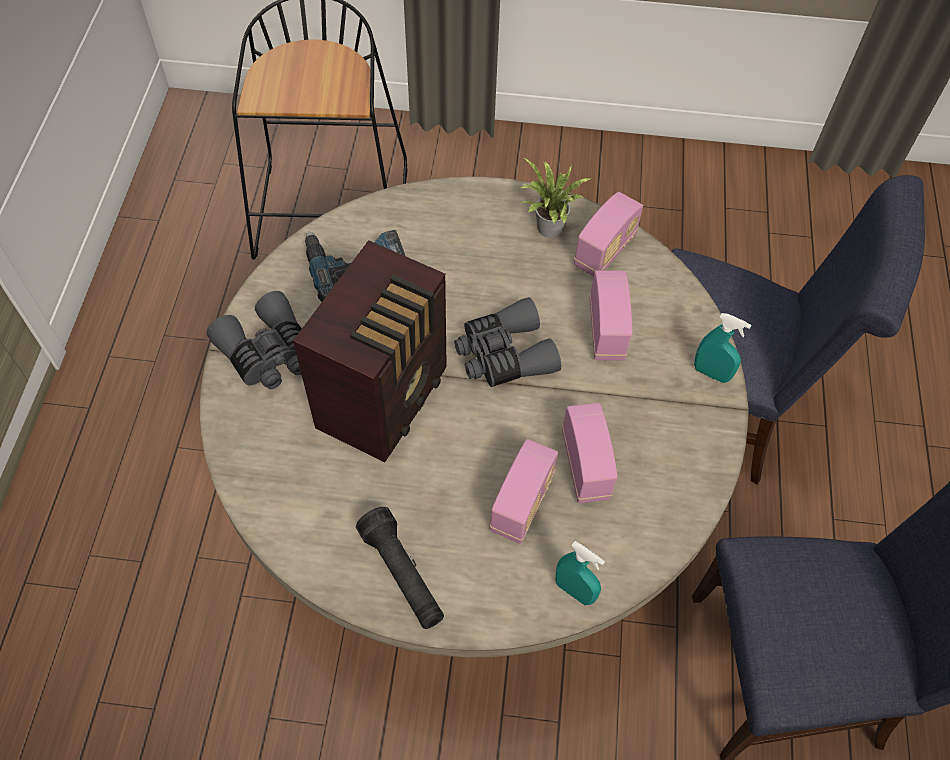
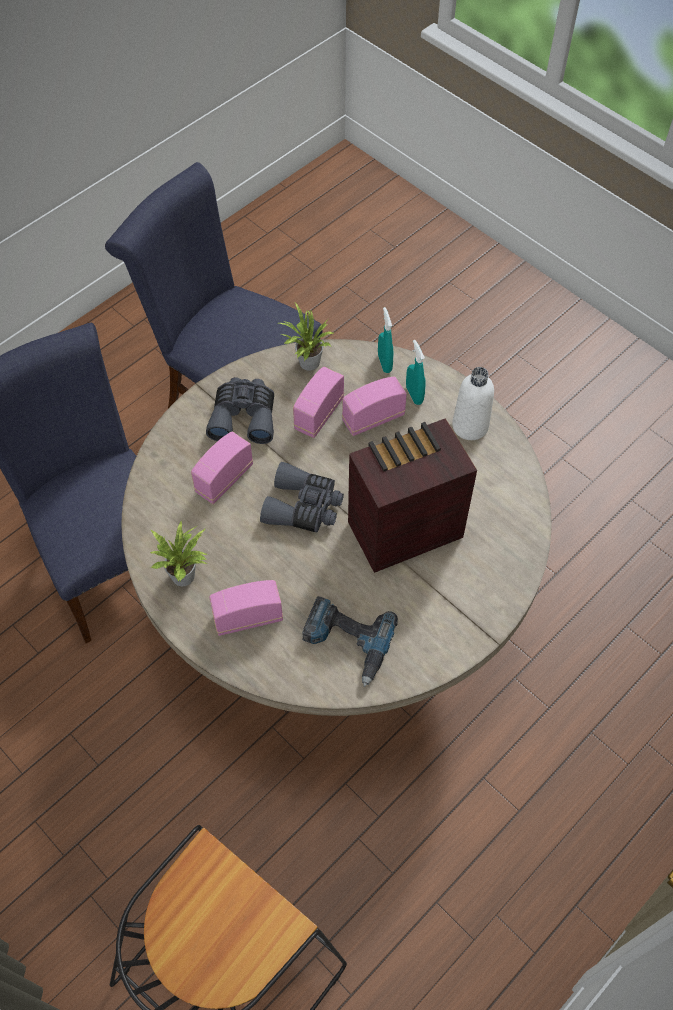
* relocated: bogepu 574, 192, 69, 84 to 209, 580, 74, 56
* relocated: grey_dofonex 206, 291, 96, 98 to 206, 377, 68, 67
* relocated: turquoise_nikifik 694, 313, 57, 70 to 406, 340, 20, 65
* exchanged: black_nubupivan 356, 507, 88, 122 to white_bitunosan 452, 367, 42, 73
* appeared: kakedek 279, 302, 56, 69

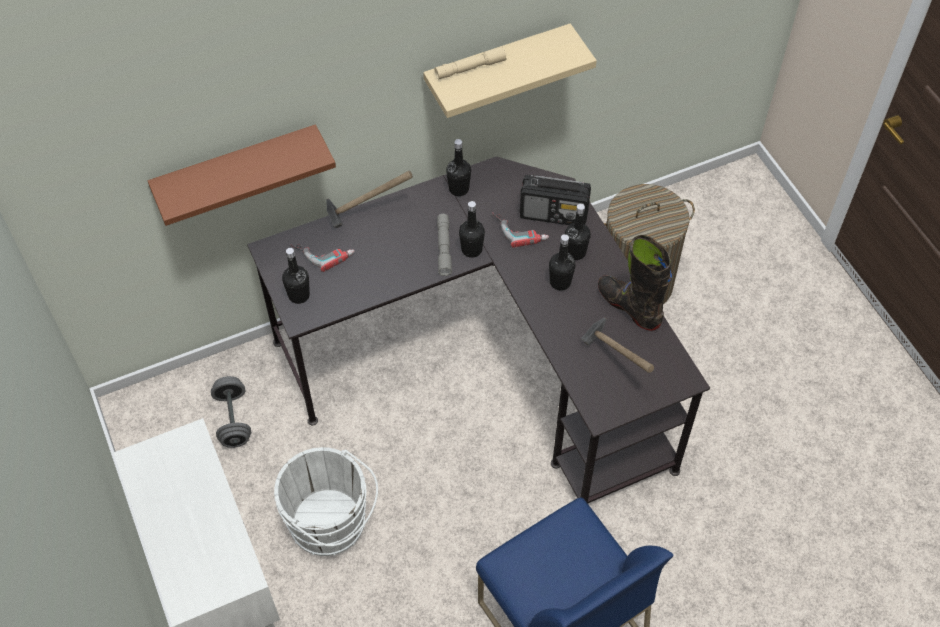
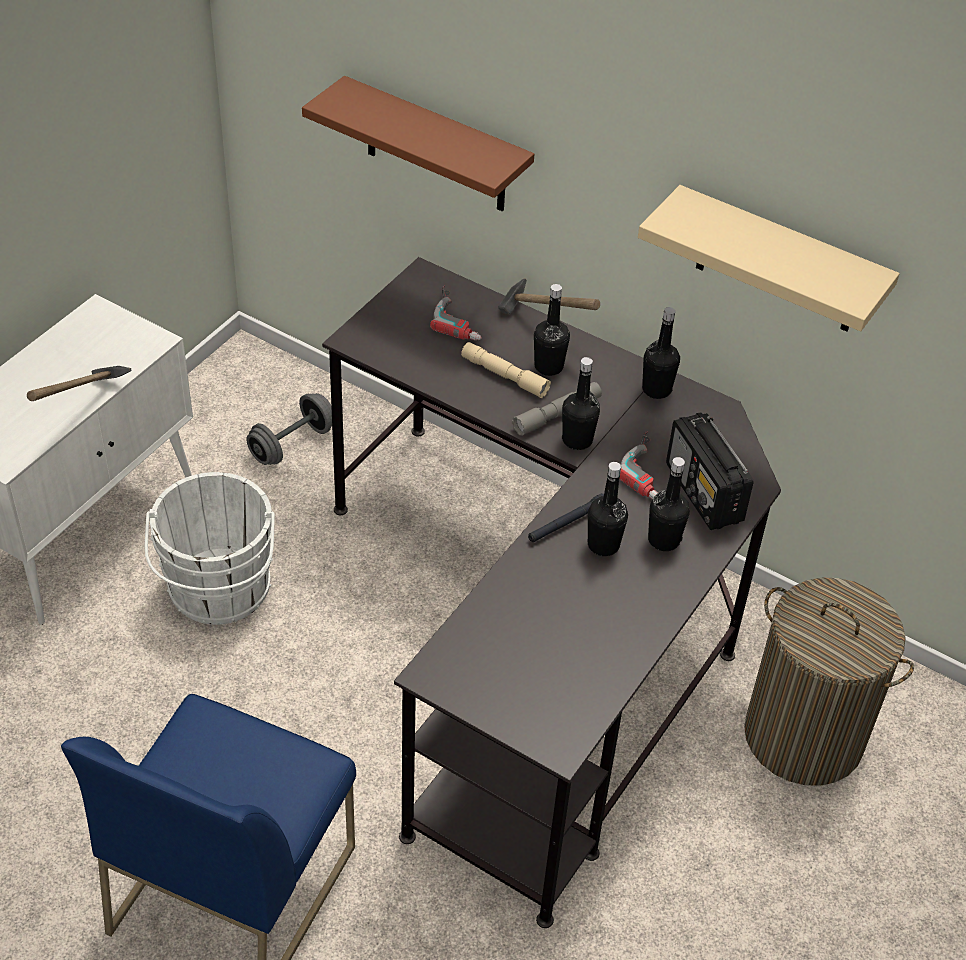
* relocated: beige_nubupivan 435, 46, 72, 34 to 461, 342, 90, 56
* missing: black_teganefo 598, 235, 74, 96
* relocated: black_bitunosan 282, 248, 28, 56 to 534, 284, 36, 92
* relocated: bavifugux 581, 317, 73, 56 to 27, 366, 105, 35
* appeared: black_nubupivan 528, 493, 76, 49

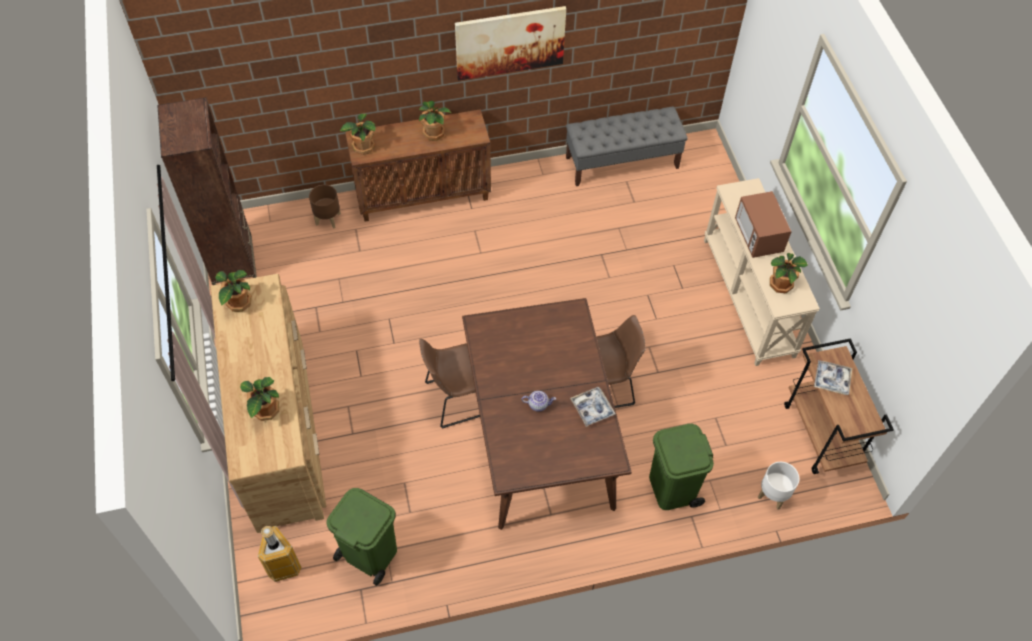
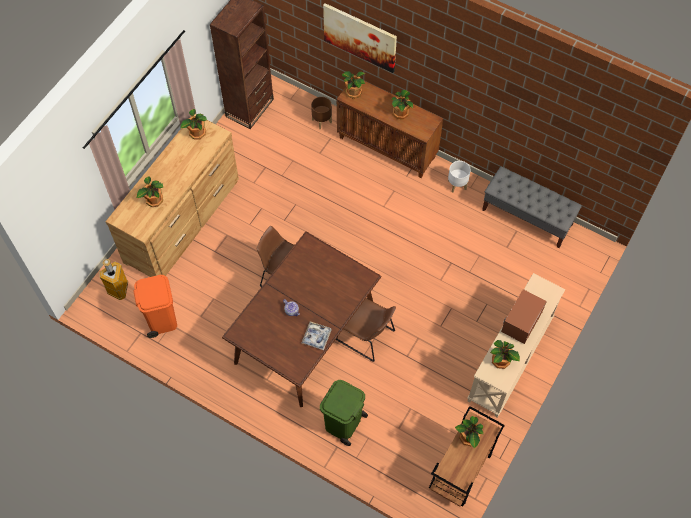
* relocated: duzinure 455, 6, 111, 74 to 323, 3, 74, 70
* exchanged: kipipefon 814, 360, 38, 35 to kakedek 455, 416, 28, 32
* relocated: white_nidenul 758, 462, 41, 48 to 448, 161, 23, 31
* colour: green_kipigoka 327, 488, 70, 98 to orange_kipigoka 133, 275, 44, 63

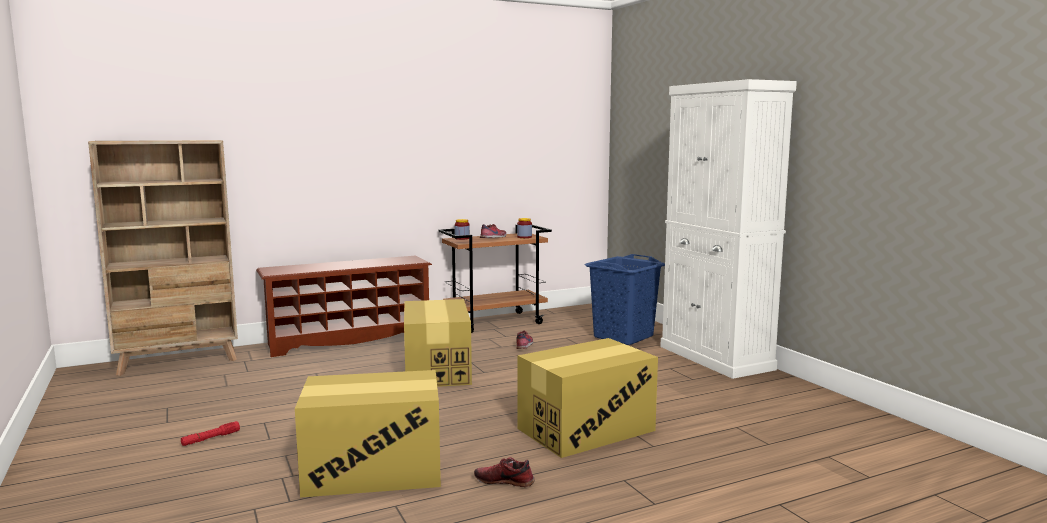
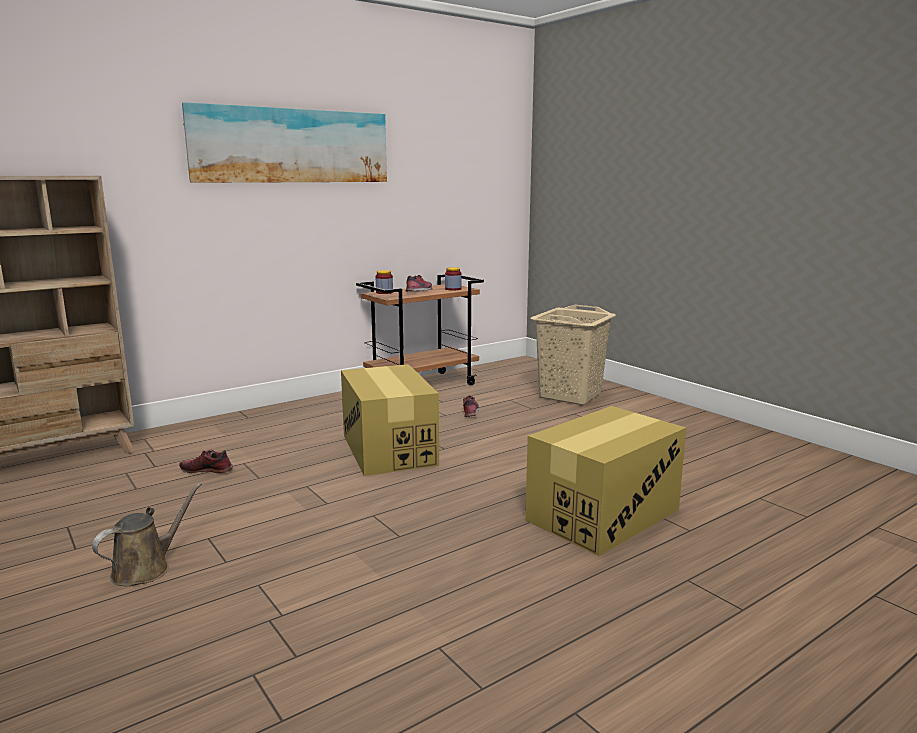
* missing: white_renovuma 660, 79, 137, 300
* colour: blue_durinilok 585, 254, 80, 91 to beige_durinilok 531, 305, 85, 100
* missing: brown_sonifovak 256, 255, 176, 102
* missing: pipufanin 295, 370, 146, 128
* exchanged: red_nubupivan 181, 421, 59, 25 to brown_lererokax 92, 483, 110, 103
* relocated: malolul 474, 457, 61, 30 to 179, 450, 54, 23
* appeared: duzinure 182, 102, 205, 81

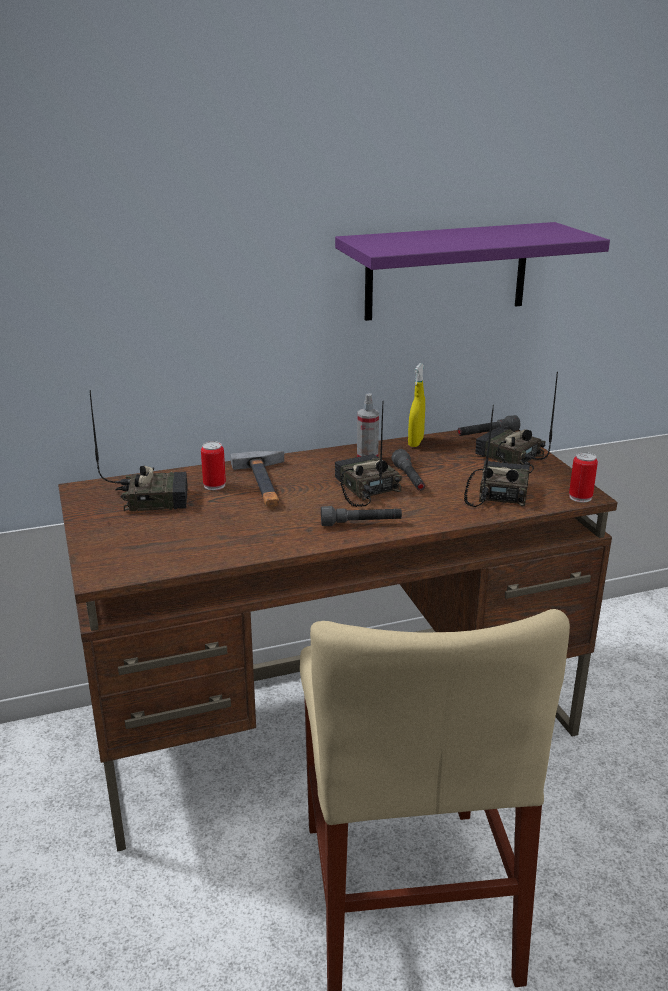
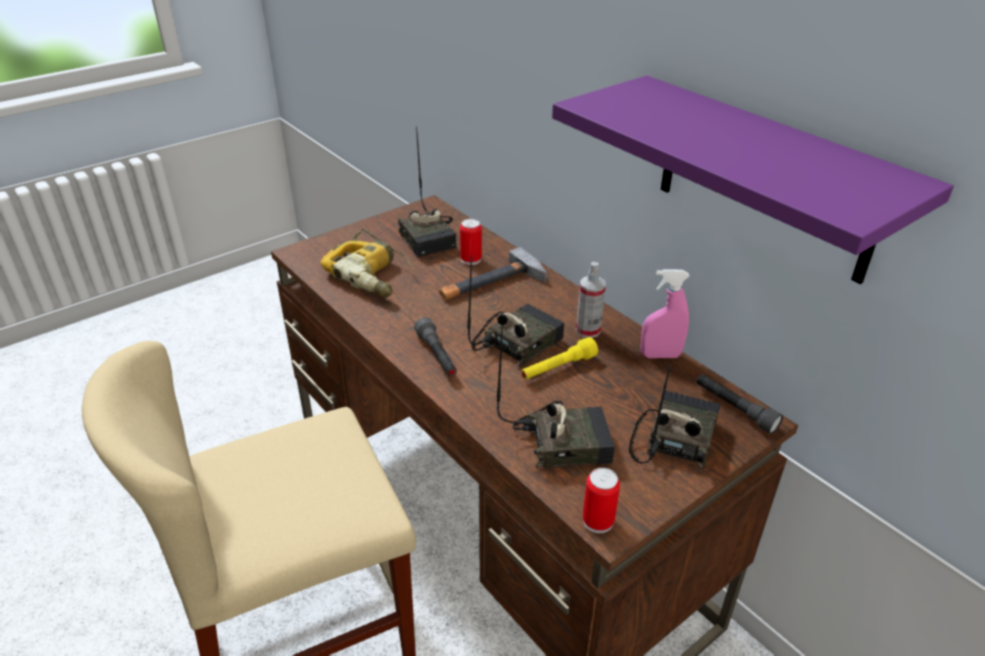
* colour: yellow_nikifik 408, 363, 17, 84 to pink_nikifik 640, 269, 50, 89
* colour: grey_nubupivan 392, 449, 33, 42 to yellow_nubupivan 521, 337, 77, 43
* appeared: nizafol 320, 229, 93, 69

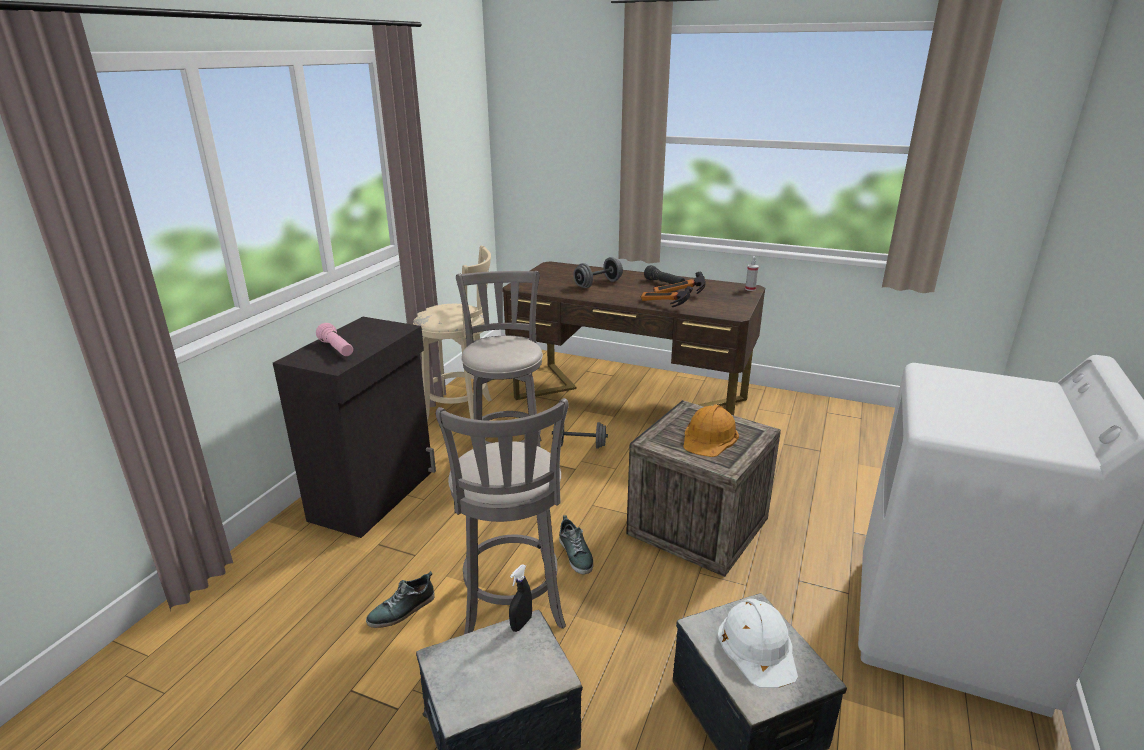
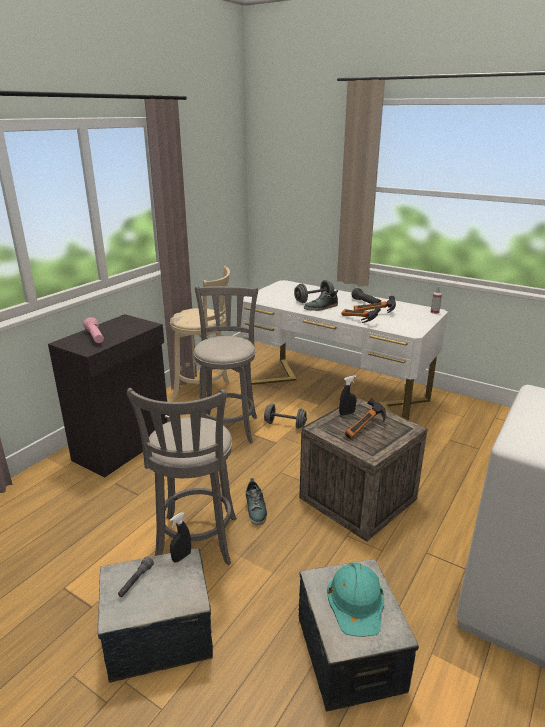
* colour: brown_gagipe 503, 261, 262, 154 to white_gagipe 241, 280, 207, 140
* exchanged: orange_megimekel 683, 404, 56, 53 to bavifugux 345, 398, 41, 41
* relocated: malolul 366, 571, 69, 57 to 304, 290, 34, 21
* colour: white_megimekel 718, 599, 80, 89 to turquoise_megimekel 327, 562, 57, 75
* appeared: black_nikifik 339, 376, 18, 39
* appeared: grey_nubupivan 118, 557, 36, 40

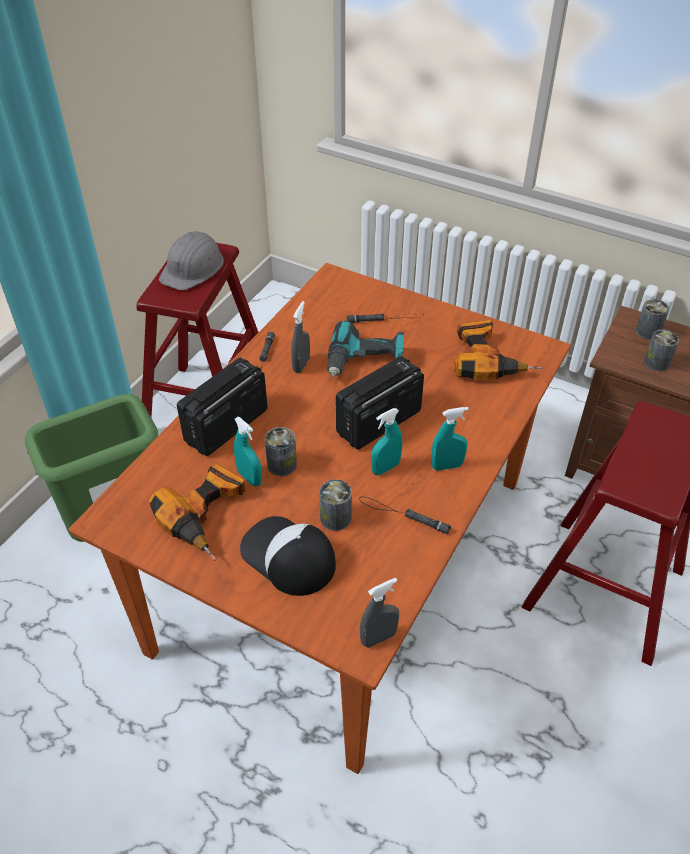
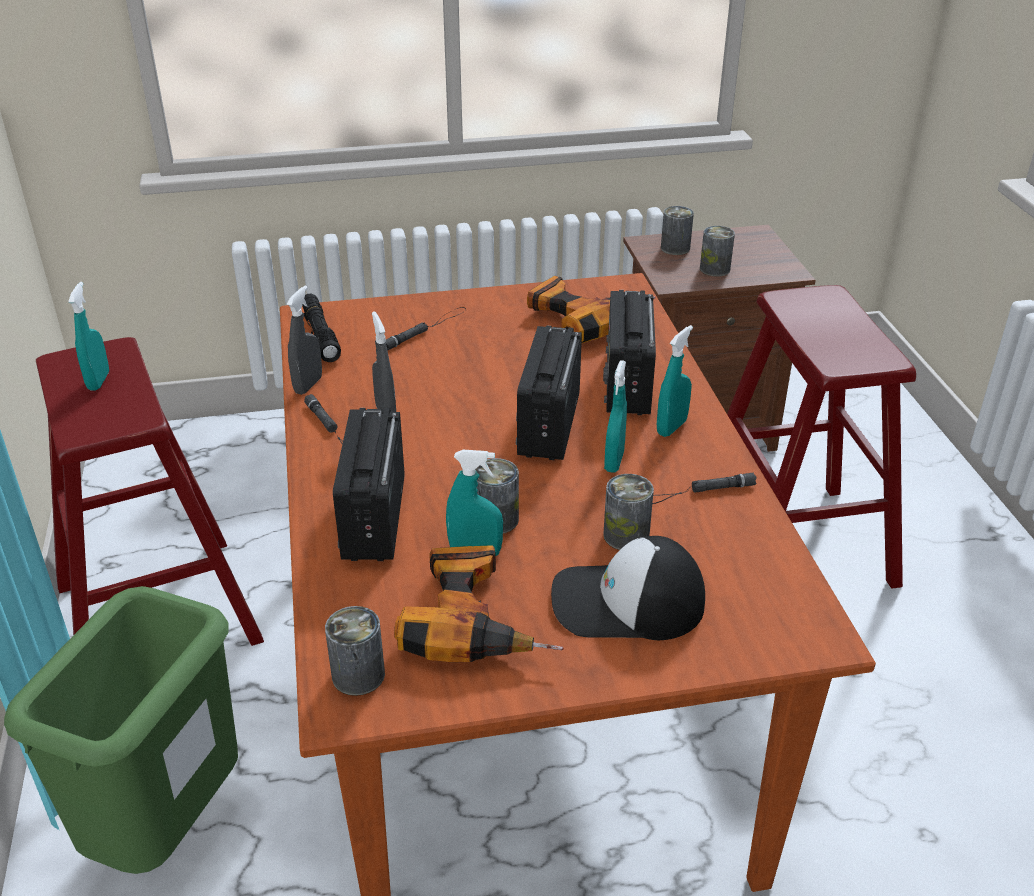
* exchanged: grey_megimekel 159, 231, 65, 59 to turquoise_nikifik 68, 282, 41, 109
* missing: nizafol 327, 320, 77, 57
* relocated: grey_nikifik 360, 578, 39, 70 to 287, 286, 35, 109
* appeared: bogepu 603, 290, 53, 125
* appeared: black_nubupivan 302, 294, 39, 68
* appeared: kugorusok 325, 606, 60, 90

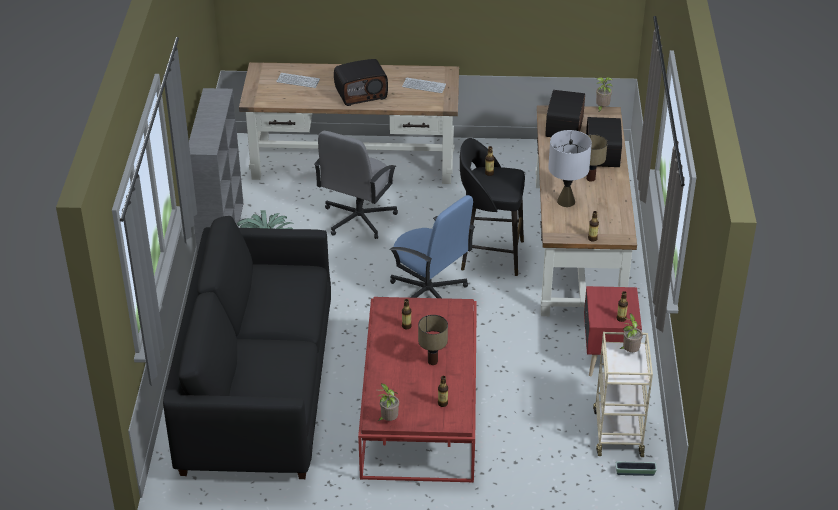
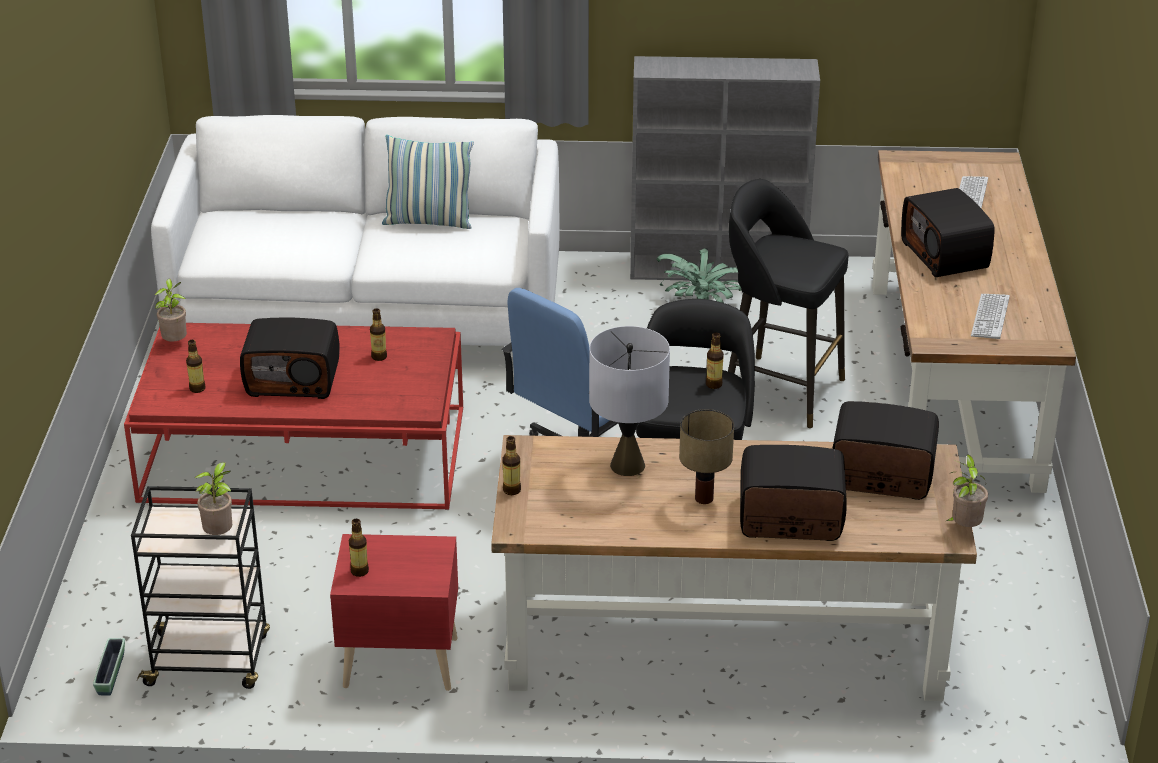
* exchanged: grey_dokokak 314, 131, 84, 108 to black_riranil 728, 179, 120, 249
* colour: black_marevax 163, 216, 168, 263 to white_marevax 151, 115, 408, 231
* exchanged: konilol 418, 315, 30, 50 to bogepu 240, 318, 100, 81
* colour: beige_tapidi 593, 332, 60, 125 to black_tapidi 131, 486, 139, 203
* appeared: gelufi 382, 135, 92, 94

